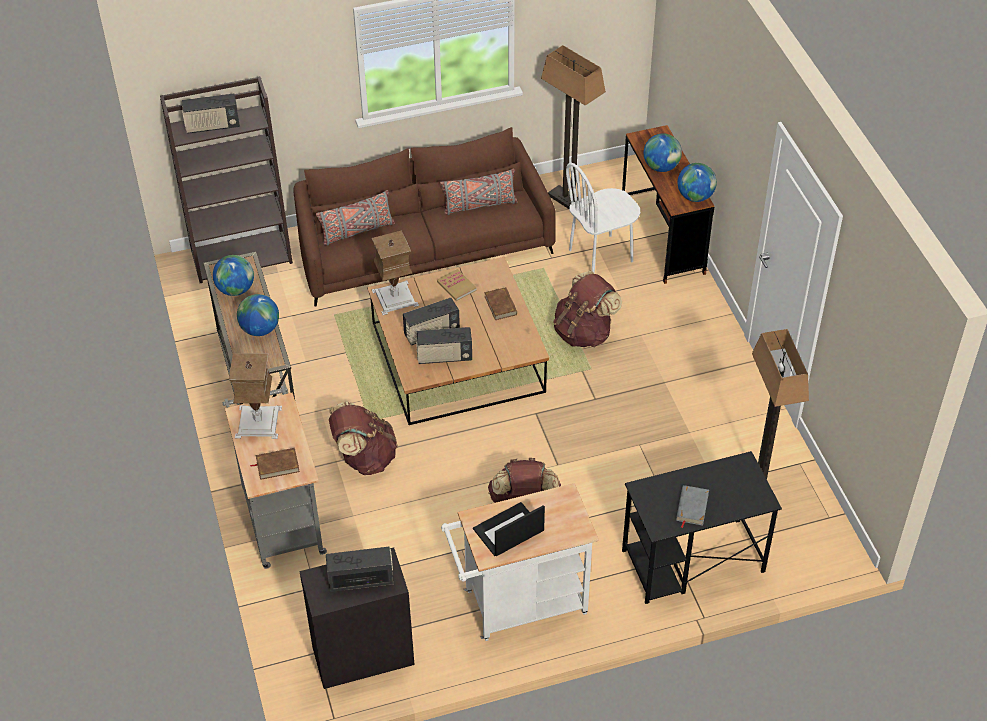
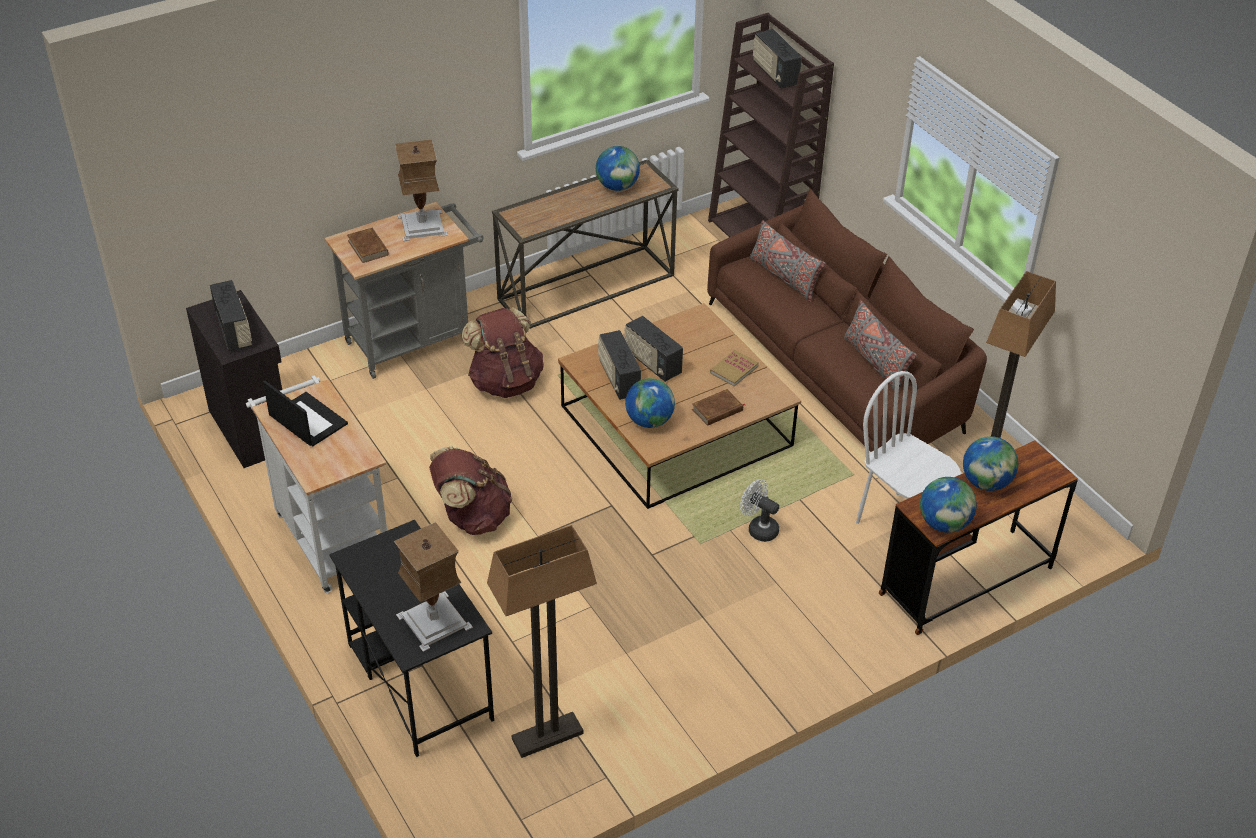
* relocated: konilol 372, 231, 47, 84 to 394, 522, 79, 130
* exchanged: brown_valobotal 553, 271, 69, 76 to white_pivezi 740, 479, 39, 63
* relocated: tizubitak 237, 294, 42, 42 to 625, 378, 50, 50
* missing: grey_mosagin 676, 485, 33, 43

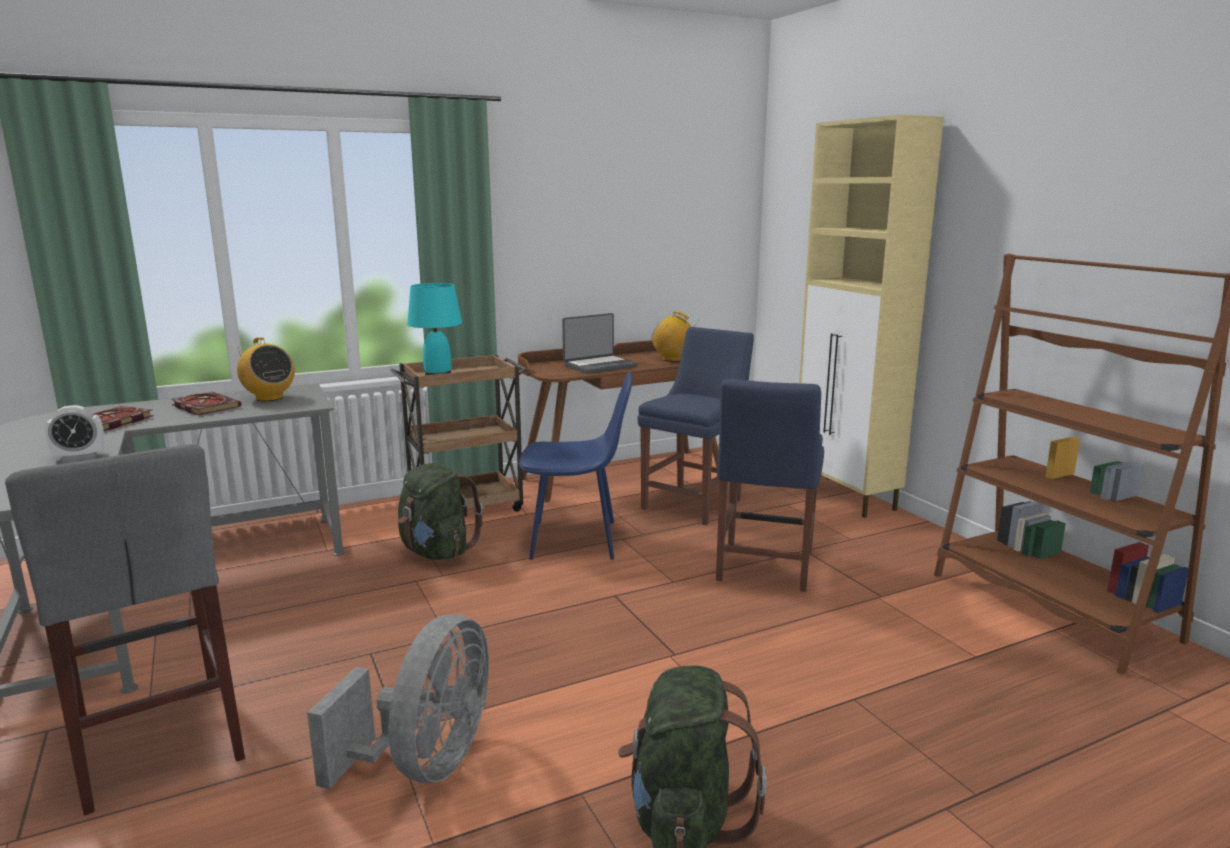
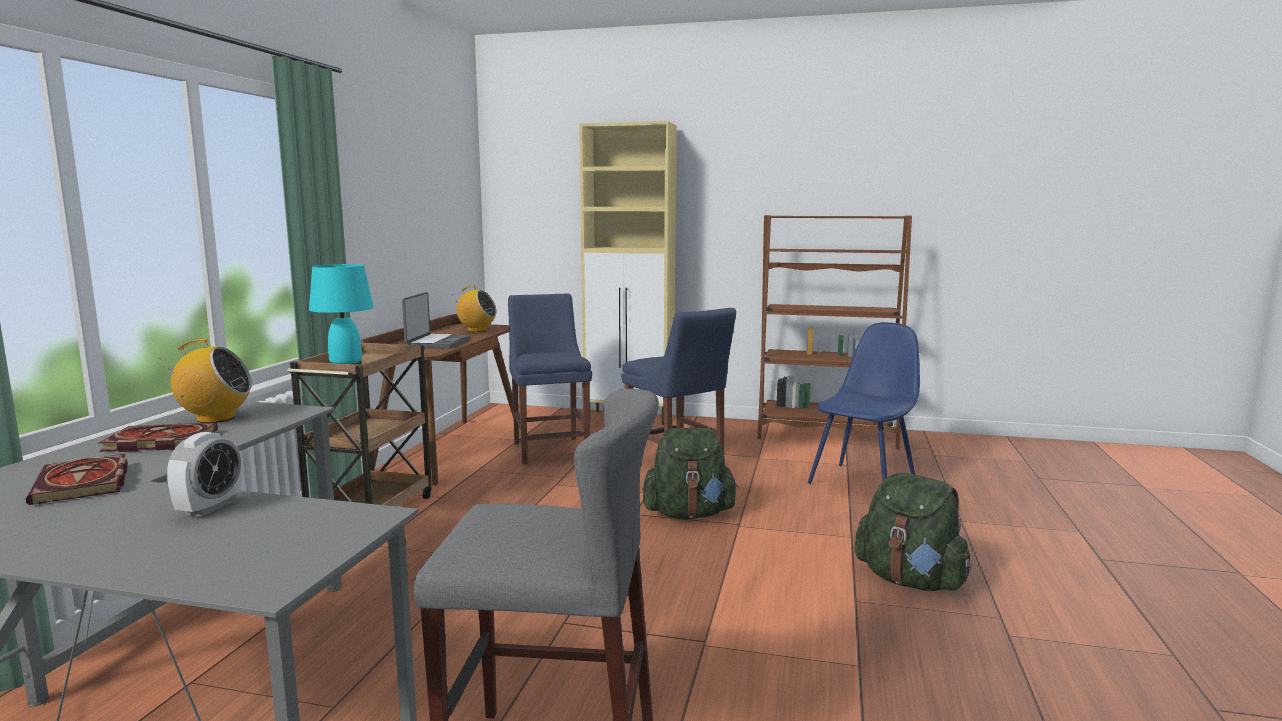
* spun: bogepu 652, 311, 47, 50 = 454, 286, 43, 46 150 degrees counterclockwise
* relocated: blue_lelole 519, 372, 113, 188 to 808, 322, 112, 162
* relocated: green_valobotal 398, 463, 85, 97 to 642, 428, 97, 91
* missing: grey_pivezi 307, 614, 182, 175

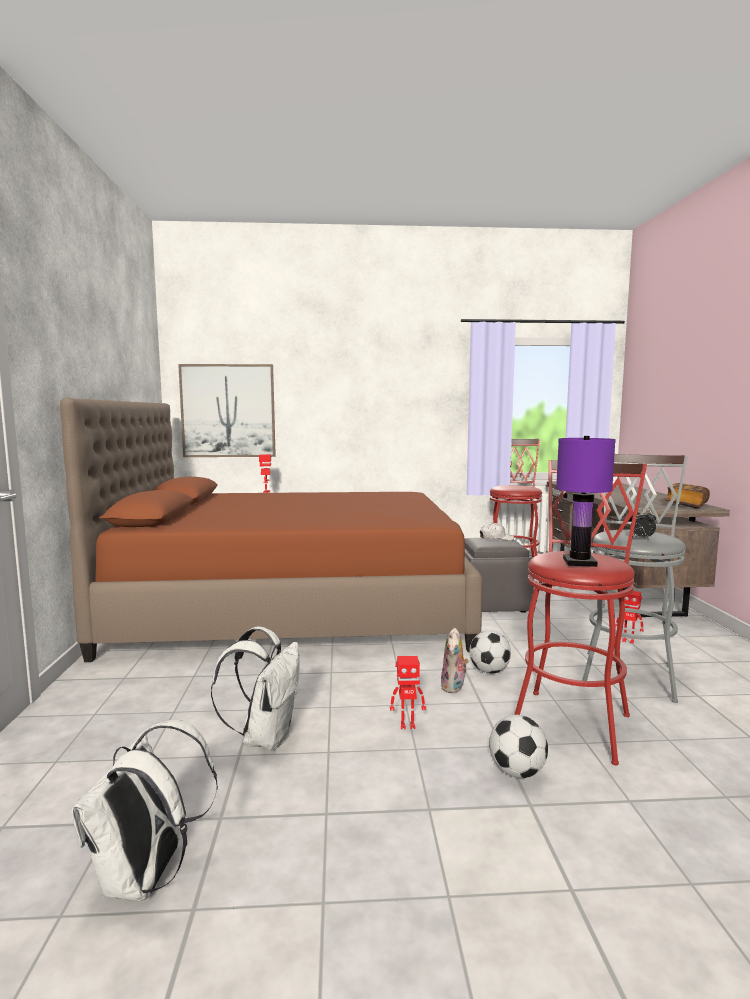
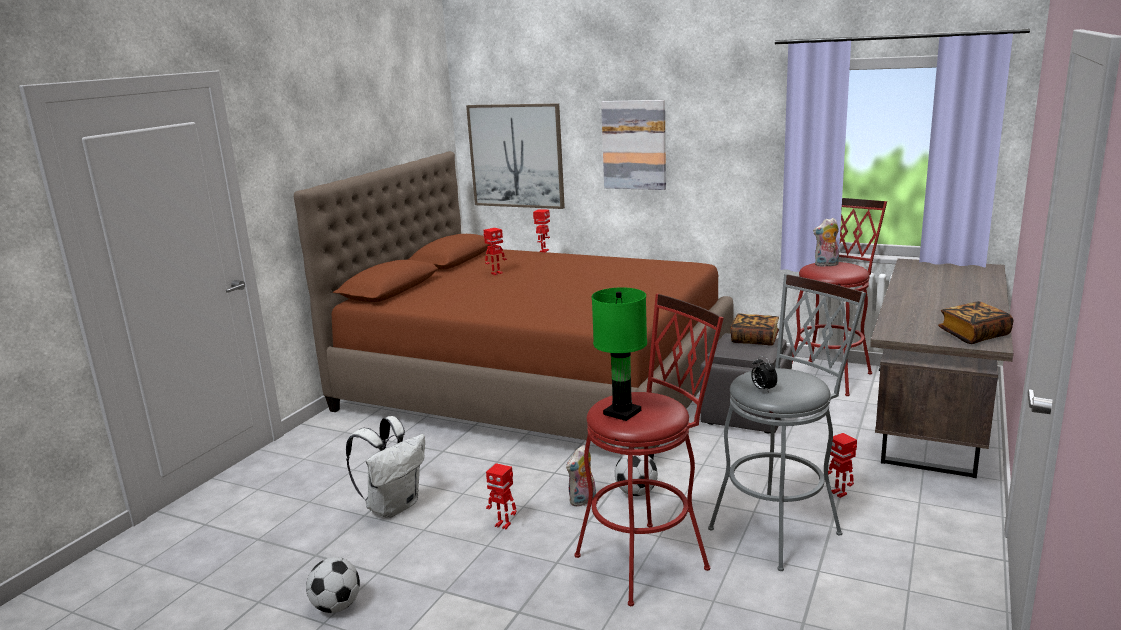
* colour: purple_konilol 556, 436, 60, 131 to green_konilol 592, 287, 55, 134
* exchanged: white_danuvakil 480, 522, 34, 19 to mosagin 730, 313, 49, 33
* relocated: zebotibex 489, 715, 59, 63 to 306, 557, 54, 56
* missing: white_valobotal 71, 720, 147, 181
* appeared: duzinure 601, 100, 65, 90
* appeared: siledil 813, 218, 26, 49
* appeared: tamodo 483, 228, 24, 47

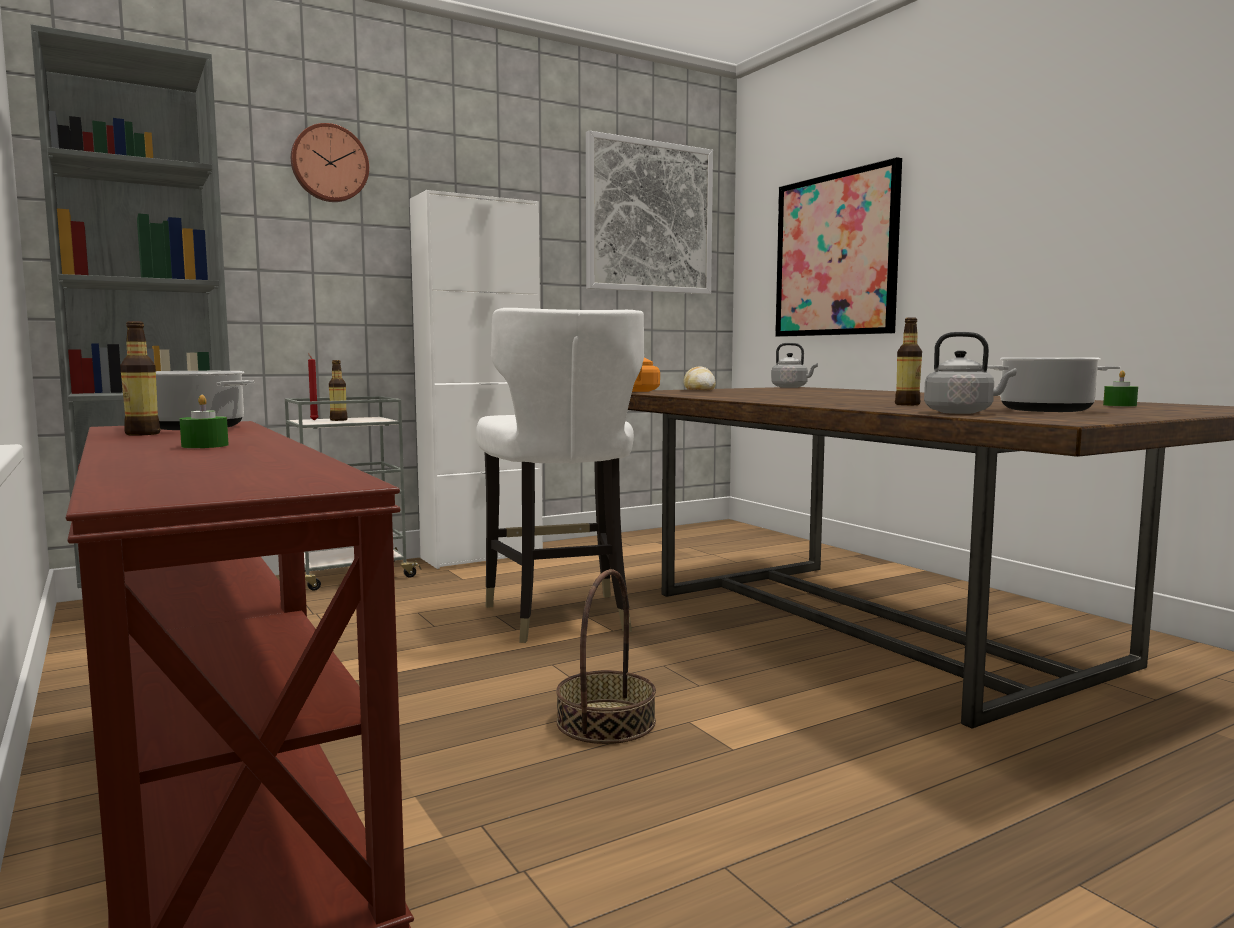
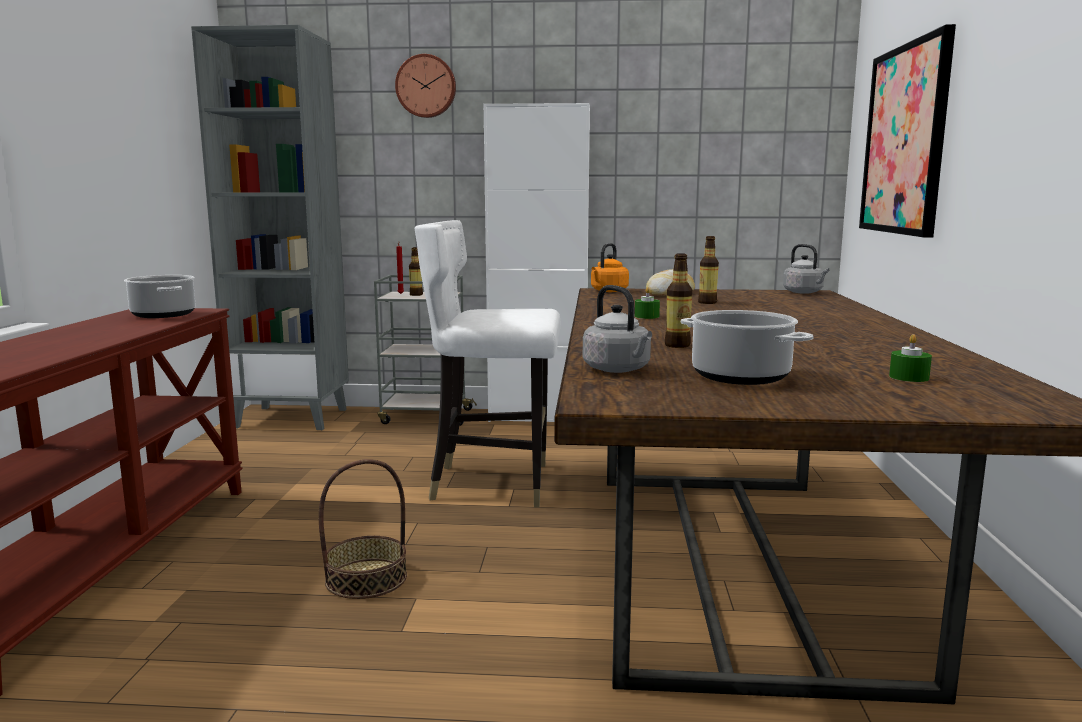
* missing: duzinure 586, 131, 127, 163
* spun: white_lelole 476, 308, 168, 335 = 415, 220, 145, 288 75 degrees clockwise
* relocated: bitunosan 120, 321, 40, 115 to 698, 236, 21, 68
* relocated: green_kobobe 179, 395, 50, 53 to 635, 287, 25, 32

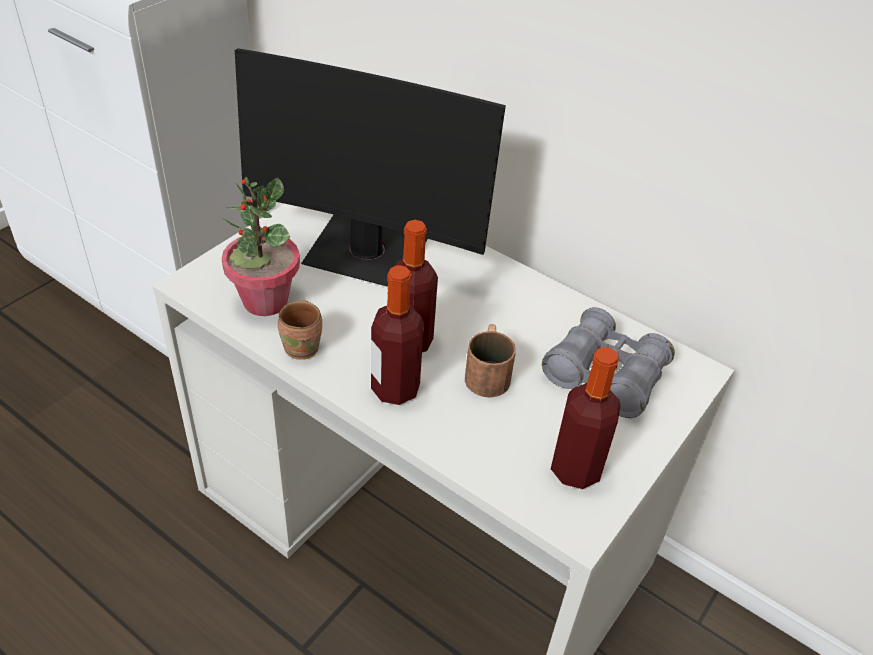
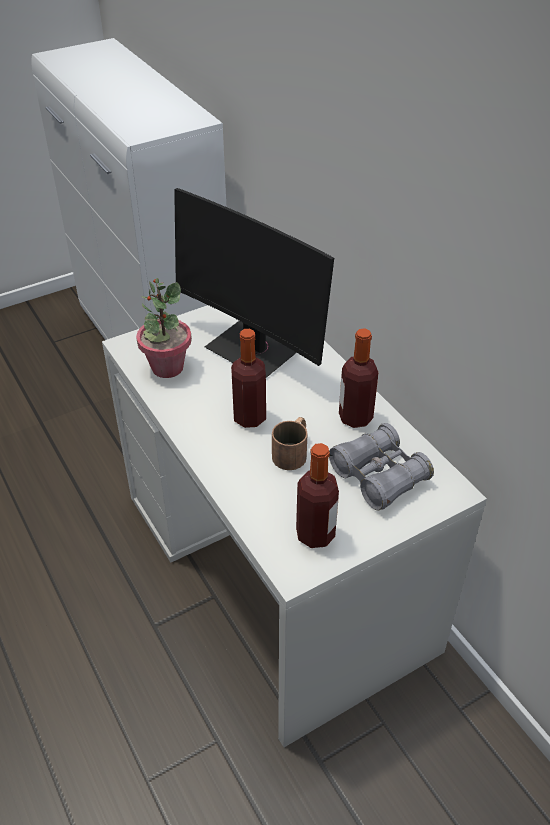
* relocated: bitunosan 371, 265, 53, 140 to 339, 328, 40, 100
* missing: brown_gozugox 278, 300, 44, 60

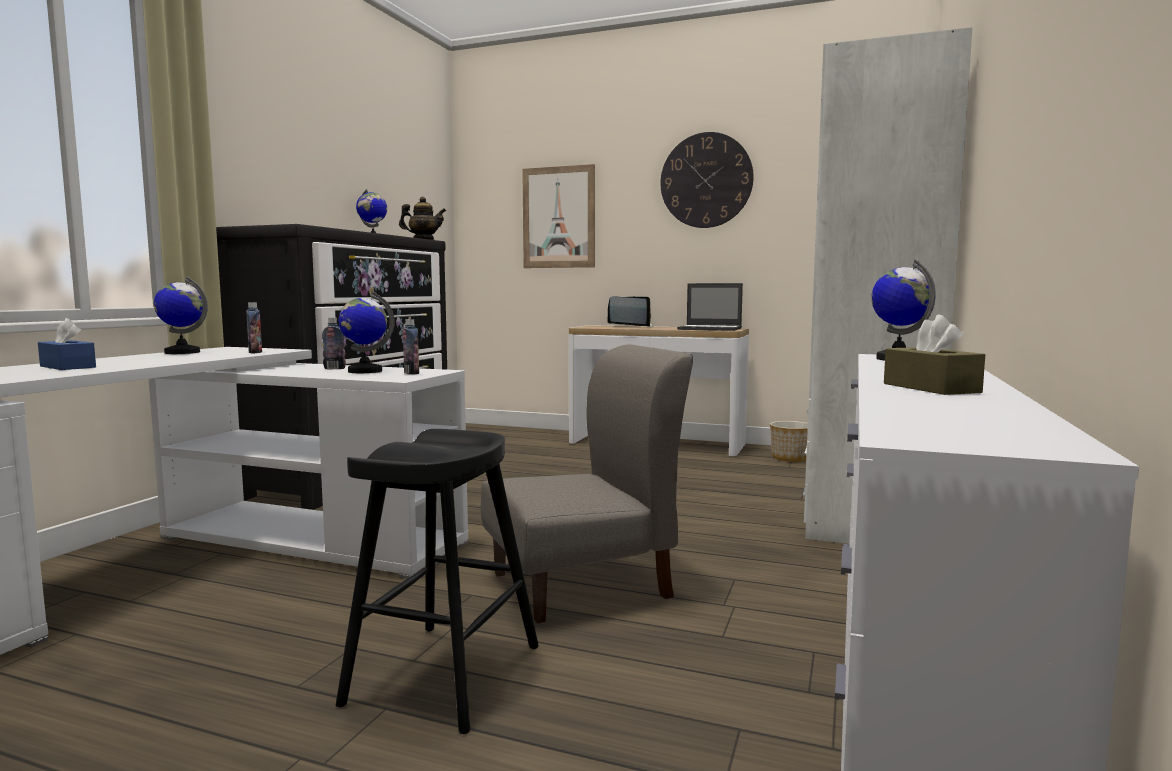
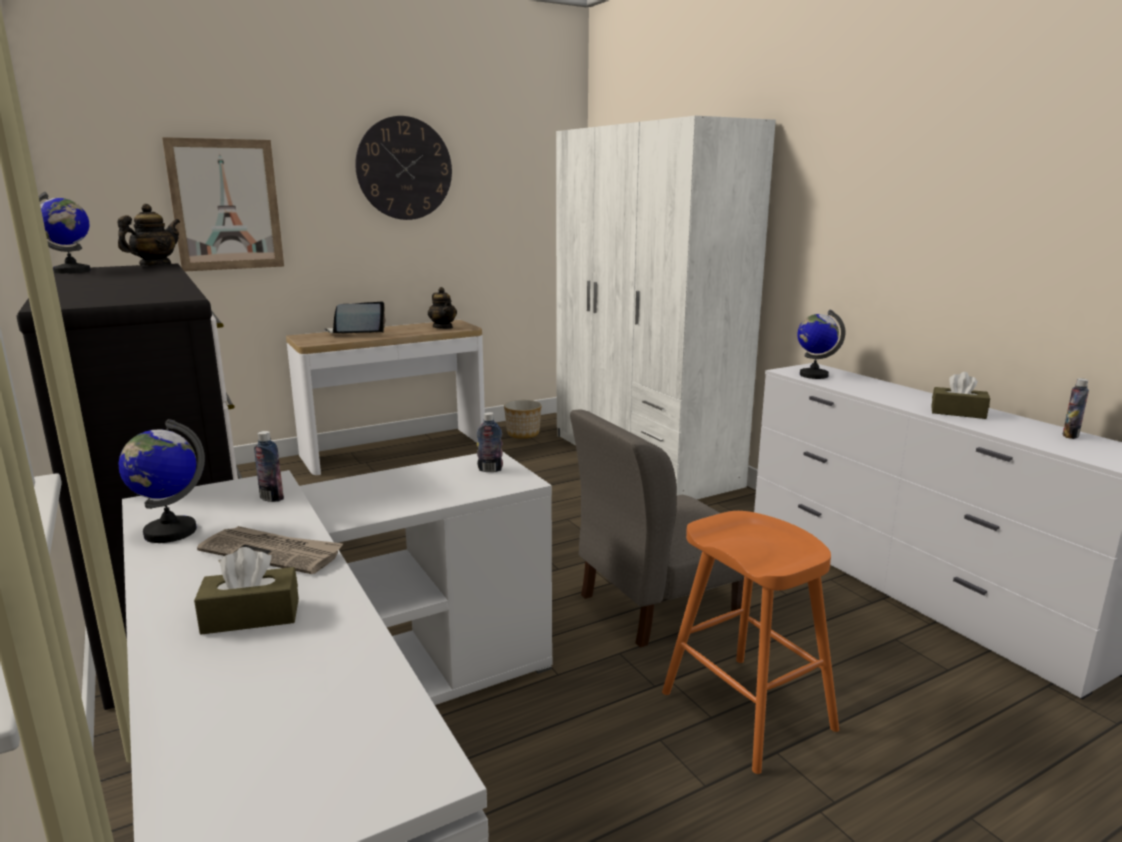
* exchanged: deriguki 677, 283, 66, 48 to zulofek 428, 287, 29, 42
* missing: tizubitak 339, 292, 56, 81
* colour: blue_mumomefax 38, 318, 58, 52 to brown_mumomefax 194, 547, 105, 88
* relocated: bitunosan 322, 318, 24, 51 to 1062, 378, 27, 61
* spun: grey_lelole 481, 344, 212, 279 = 570, 409, 174, 239 135 degrees counterclockwise
* colour: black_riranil 336, 429, 203, 305 to orange_riranil 662, 511, 177, 263
* appeared: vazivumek 197, 526, 146, 48

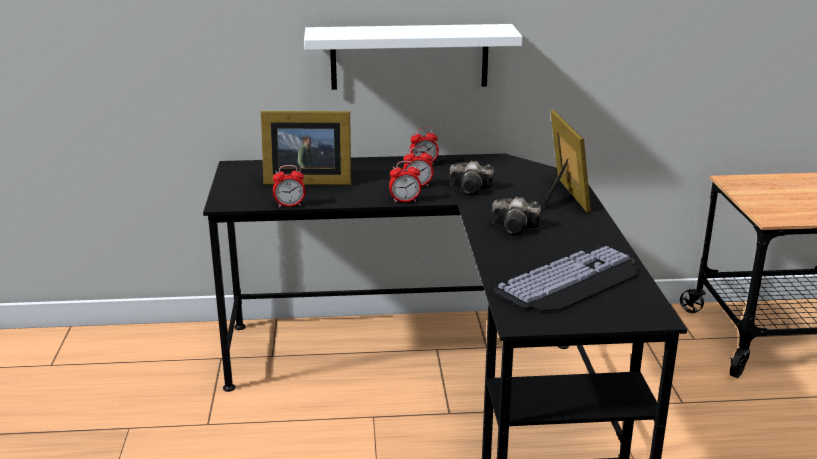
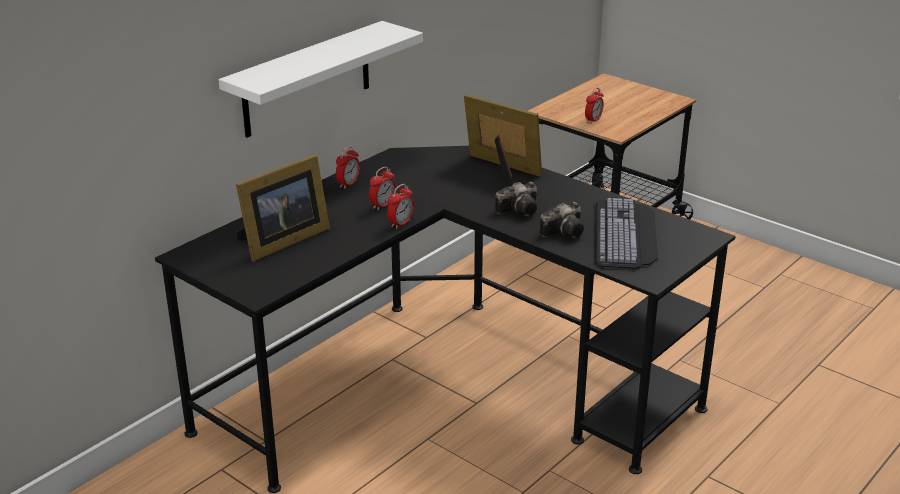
* relocated: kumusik 449, 160, 45, 35 to 539, 202, 45, 37
* relocated: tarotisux 273, 165, 32, 43 to 585, 88, 19, 36

